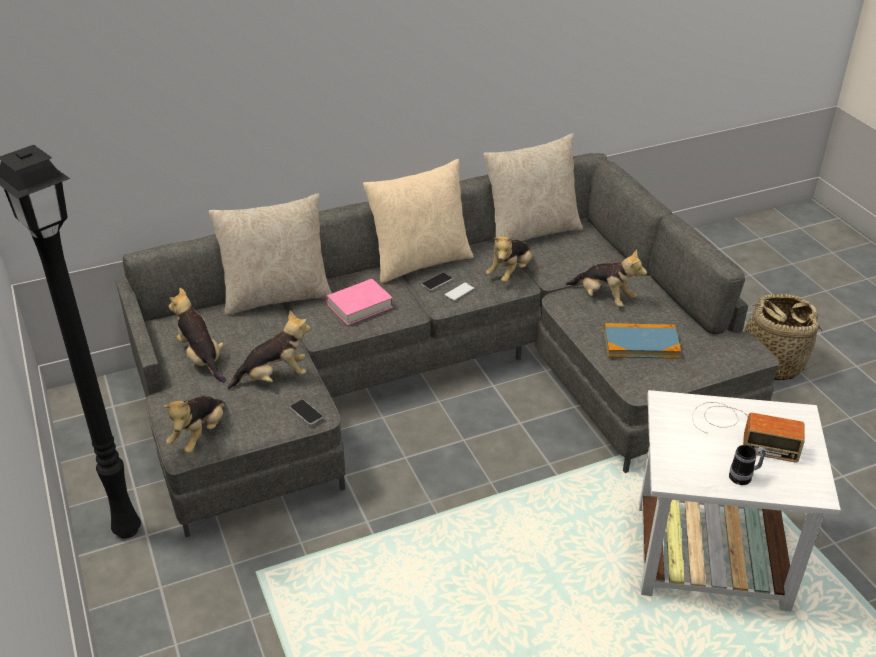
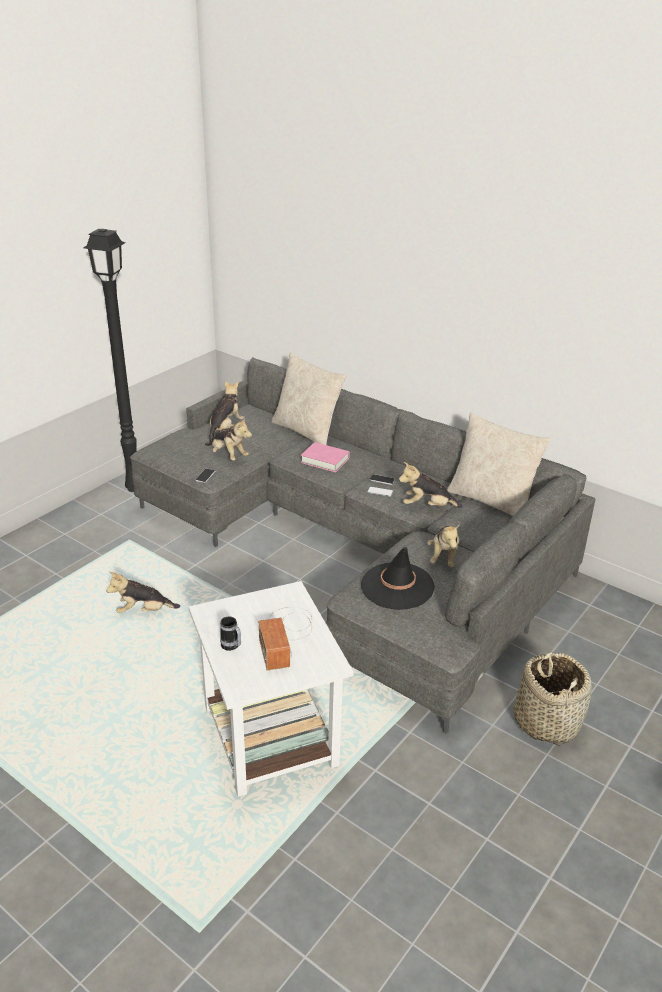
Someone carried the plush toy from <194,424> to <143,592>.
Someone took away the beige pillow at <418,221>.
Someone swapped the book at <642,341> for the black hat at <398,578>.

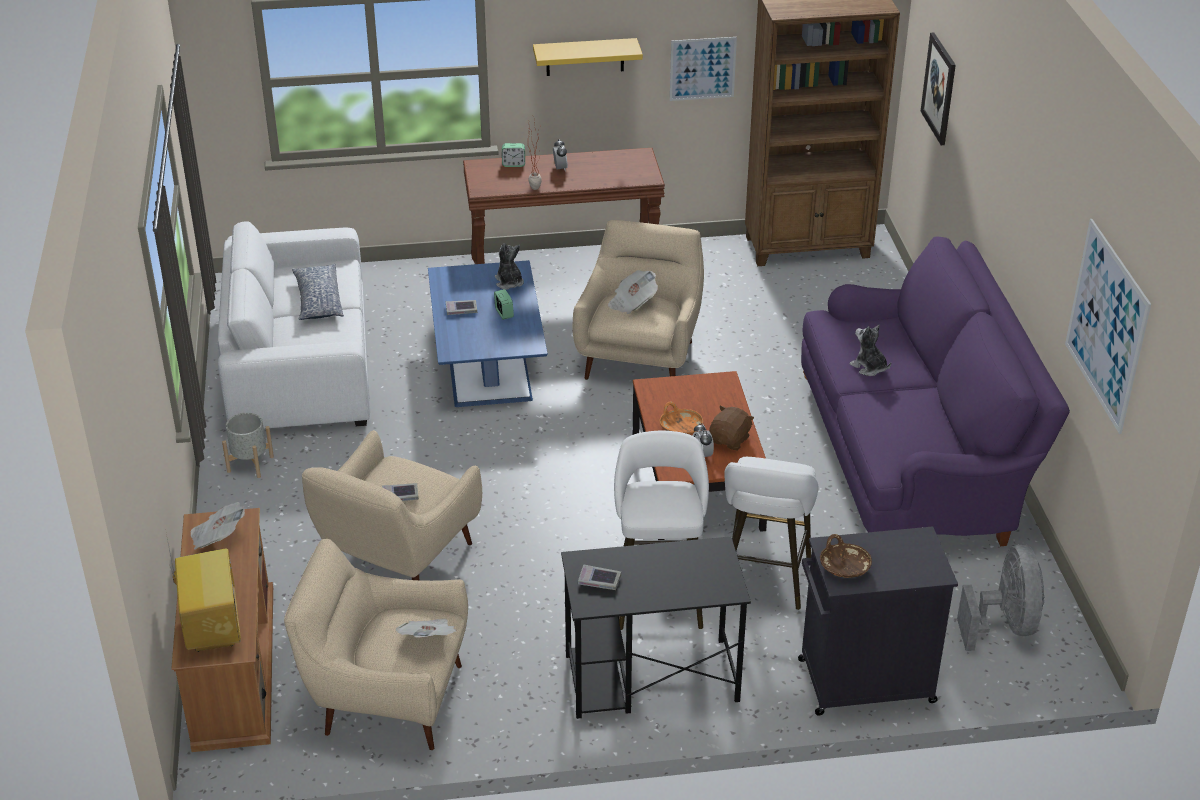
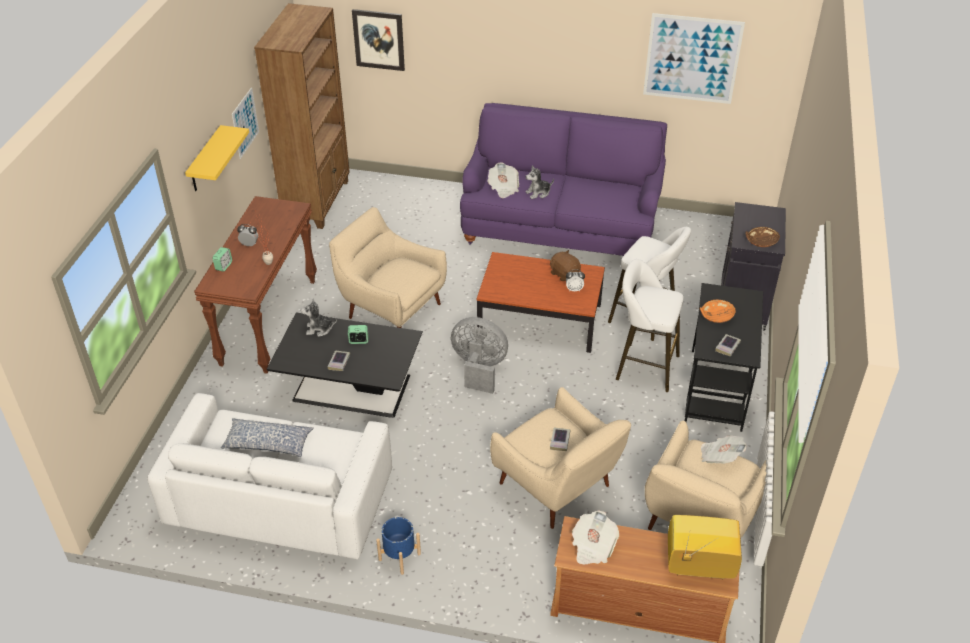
Someone repainted the grey planter at <248,445>, which became the blue planter at <398,546>.
Someone repainted the blue coffee table at <488,333>, which became the black coffee table at <345,365>.
Someone carried the newspaper from <633,292> to <503,180>.
Someone carried the orange bowl from <681,418> to <717,311>.
Someone carried the grey fan from <1000,598> to <479,355>.

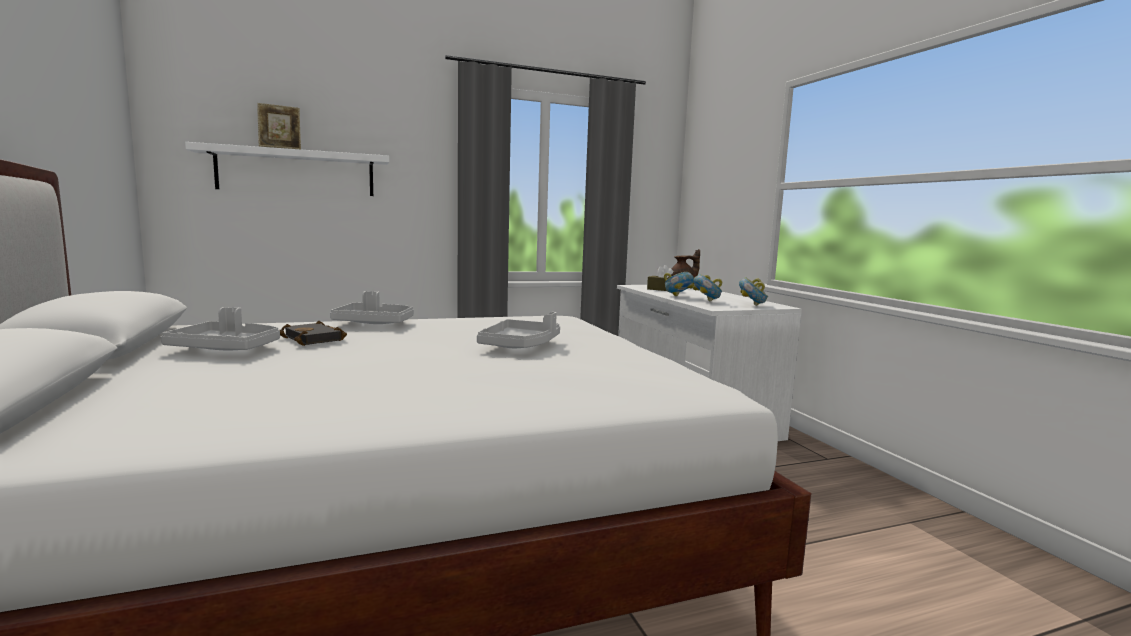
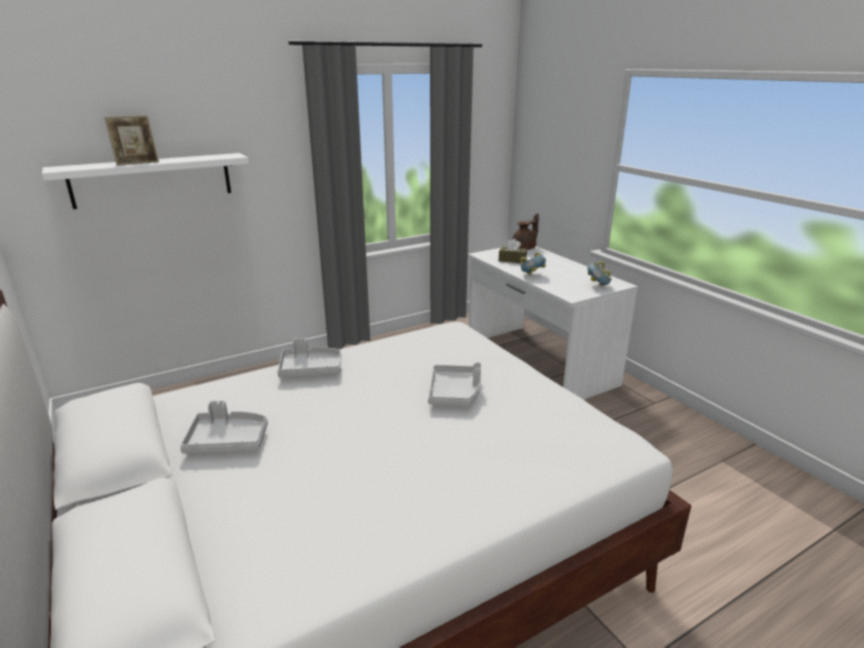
Someone took away the black book at <313,333>.
Someone took away the bowl at <707,287>.

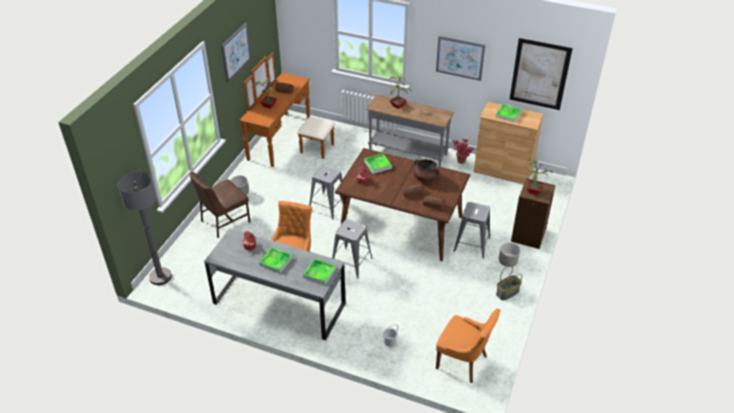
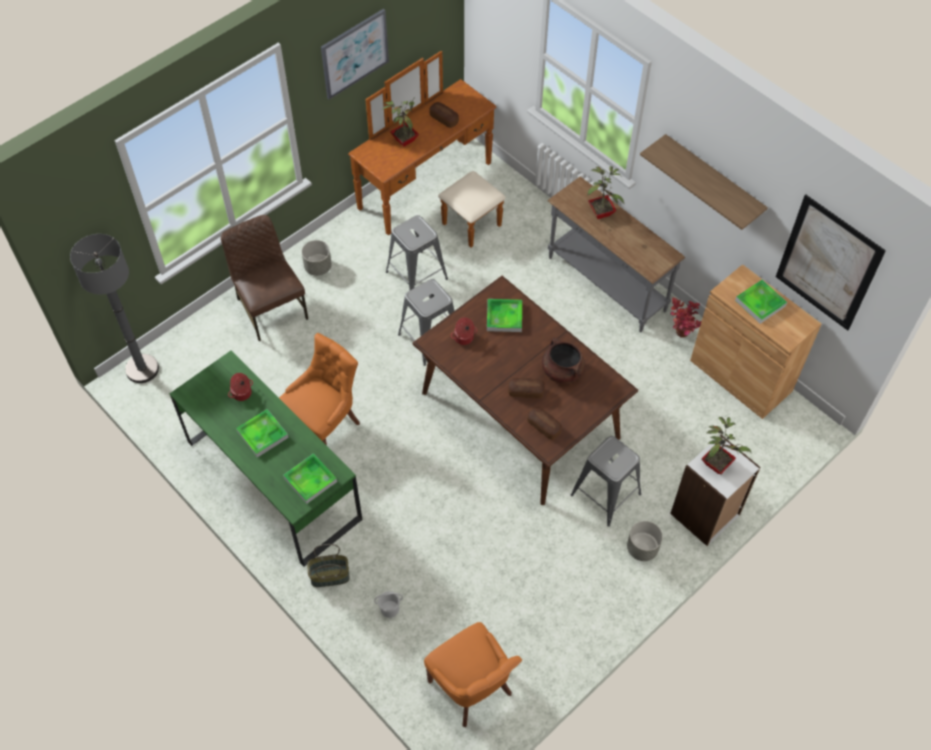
Someone rotated the brown chair at <220,205> by 75 degrees clockwise.
Someone repainted the grey desk at <275,284>, which became the green desk at <266,458>.
Someone carried the grey stool from <352,248> to <417,252>.
Someone swapped the picture at <460,58> for the shelf at <704,182>.
Someone carried the basket from <509,283> to <328,565>.
Someone repainted the brown bookcase at <533,213>, which became the white bookcase at <715,490>.

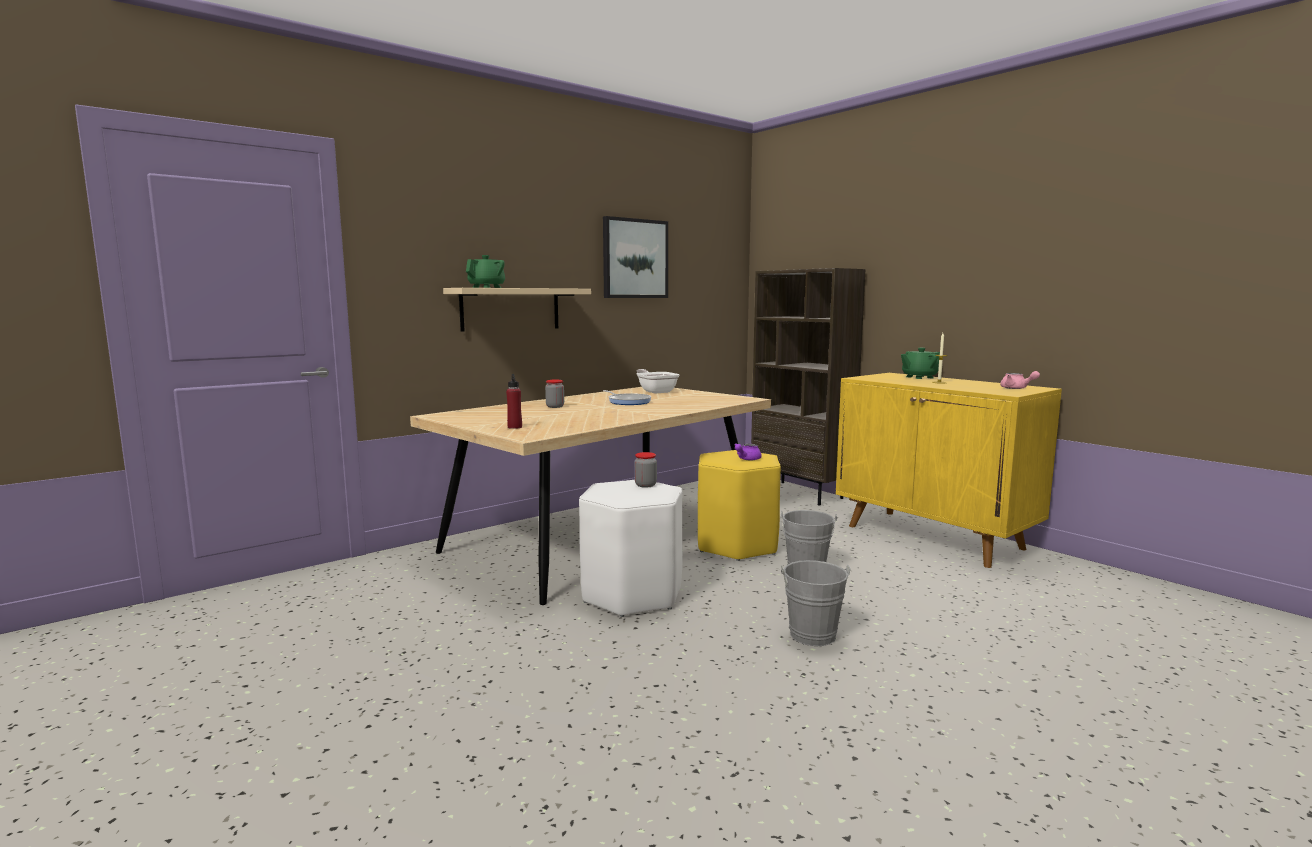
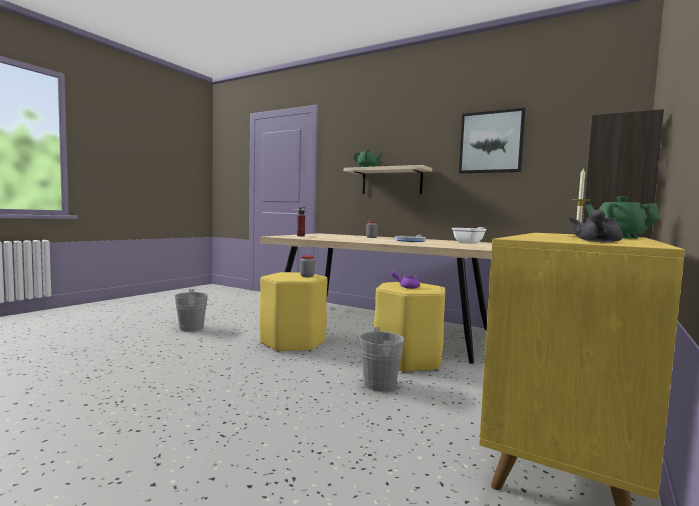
Someone repainted the white stool at <631,548>, which became the yellow stool at <293,312>.
Someone carried the grey bucket from <816,603> to <194,310>.
Someone repainted the pink teapot at <1020,380>, which became the grey teapot at <596,226>.

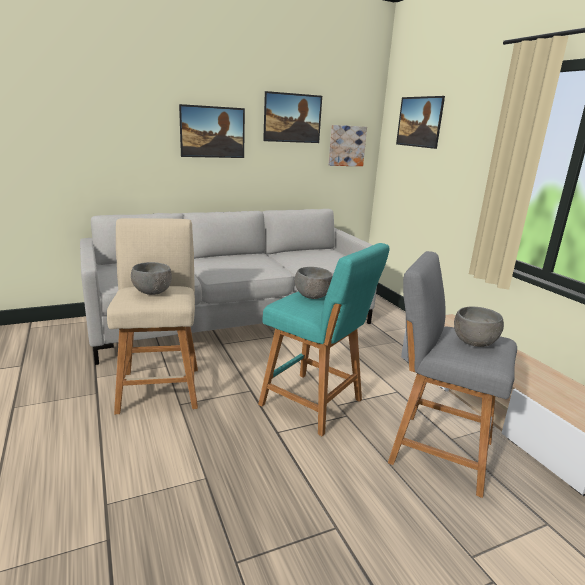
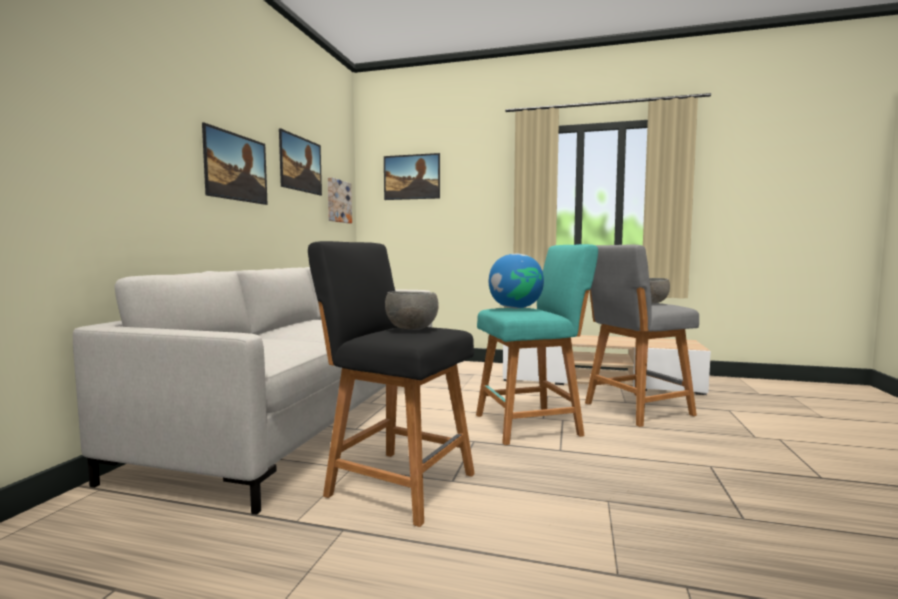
Someone repainted the beige stool at <152,316>, which became the black stool at <391,384>.
Someone swapped the grey bowl at <314,283> for the globe at <516,281>.

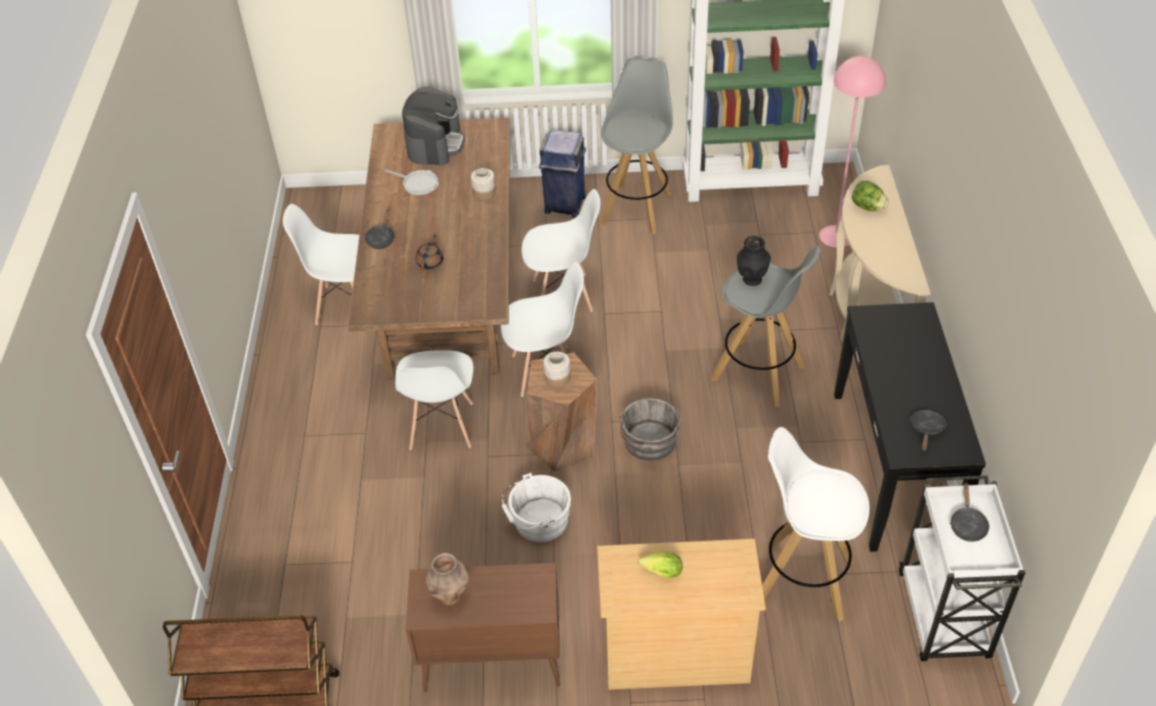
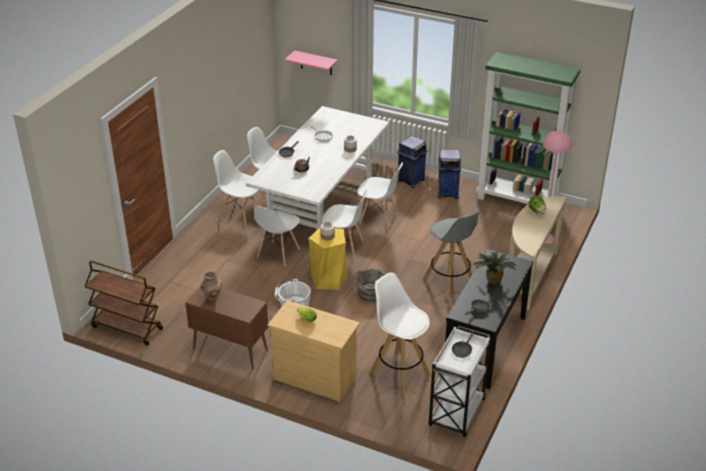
Someone repainted the brown dining table at <429,249>, which became the white dining table at <317,168>.
Someone took away the coffee machine at <433,126>.
Someone repainted the brown stool at <562,412>, which became the yellow stool at <328,258>.
Someone swapped the grey stool at <636,146> for the blue trash can at <449,174>.
Someone took away the black vase at <754,261>.
Someone put down the white chair at <236,188>.
Someone put up the pink shelf at <311,63>.
Someone put down the potted plant at <495,268>.

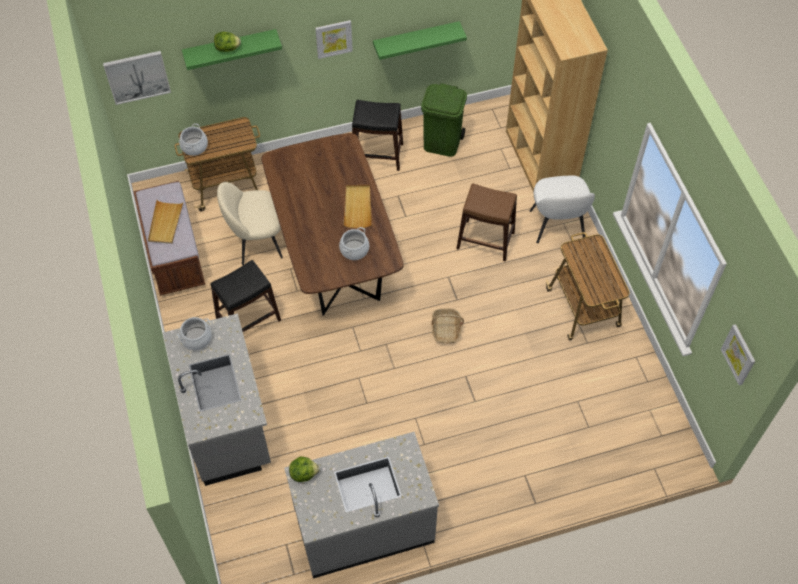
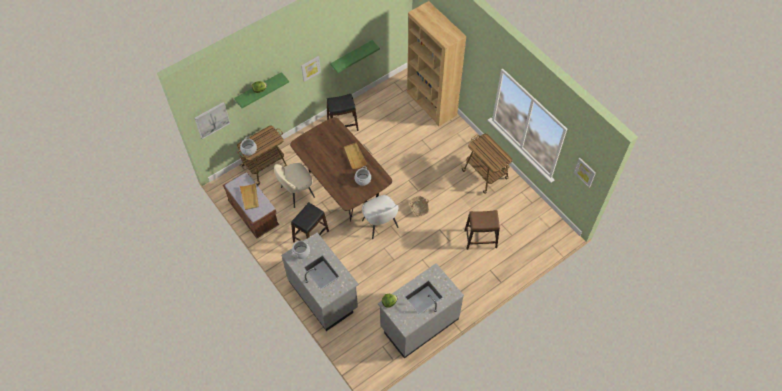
Someone took away the green trash can at <444,120>.
Someone carried the brown stool from <486,222> to <482,230>.
Someone carried the white chair from <562,209> to <380,217>.

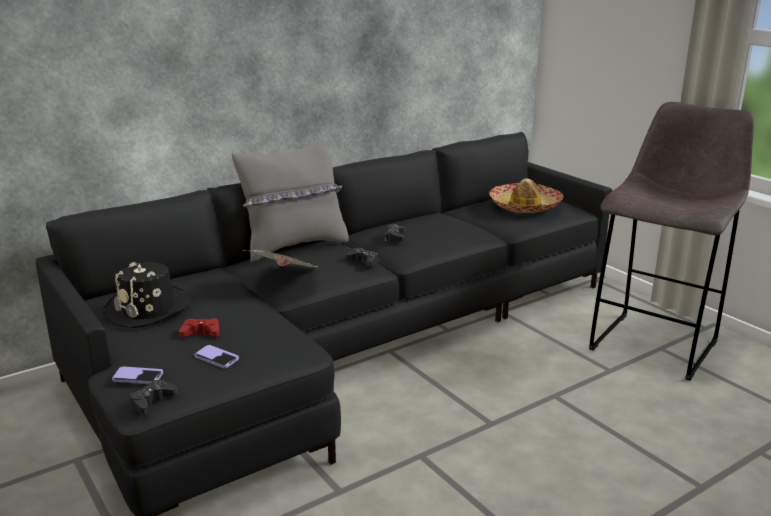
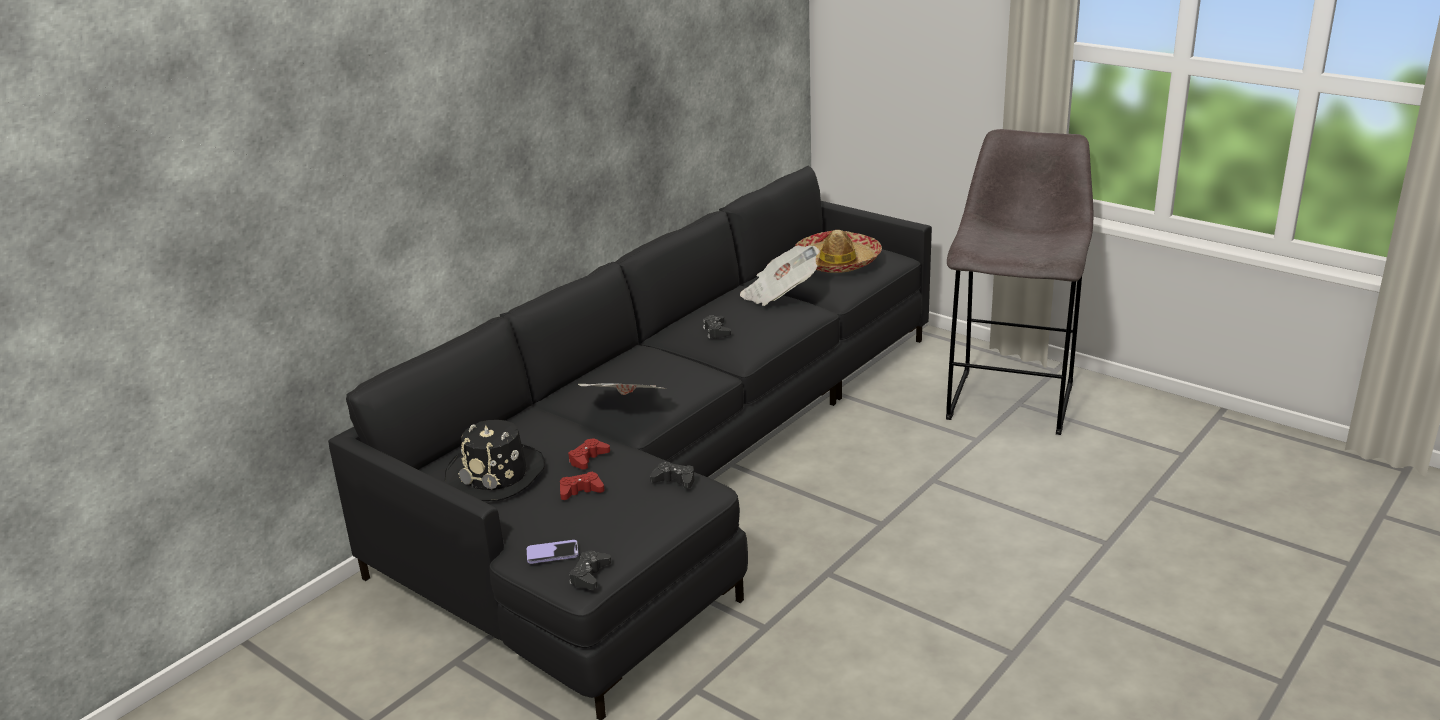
Someone took away the phone at <217,357>.
Someone took away the grey pillow at <290,201>.
Someone carried the black game controller from <362,257> to <672,475>.
Someone put down the red game controller at <589,454>.
Someone put down the newspaper at <780,276>.

